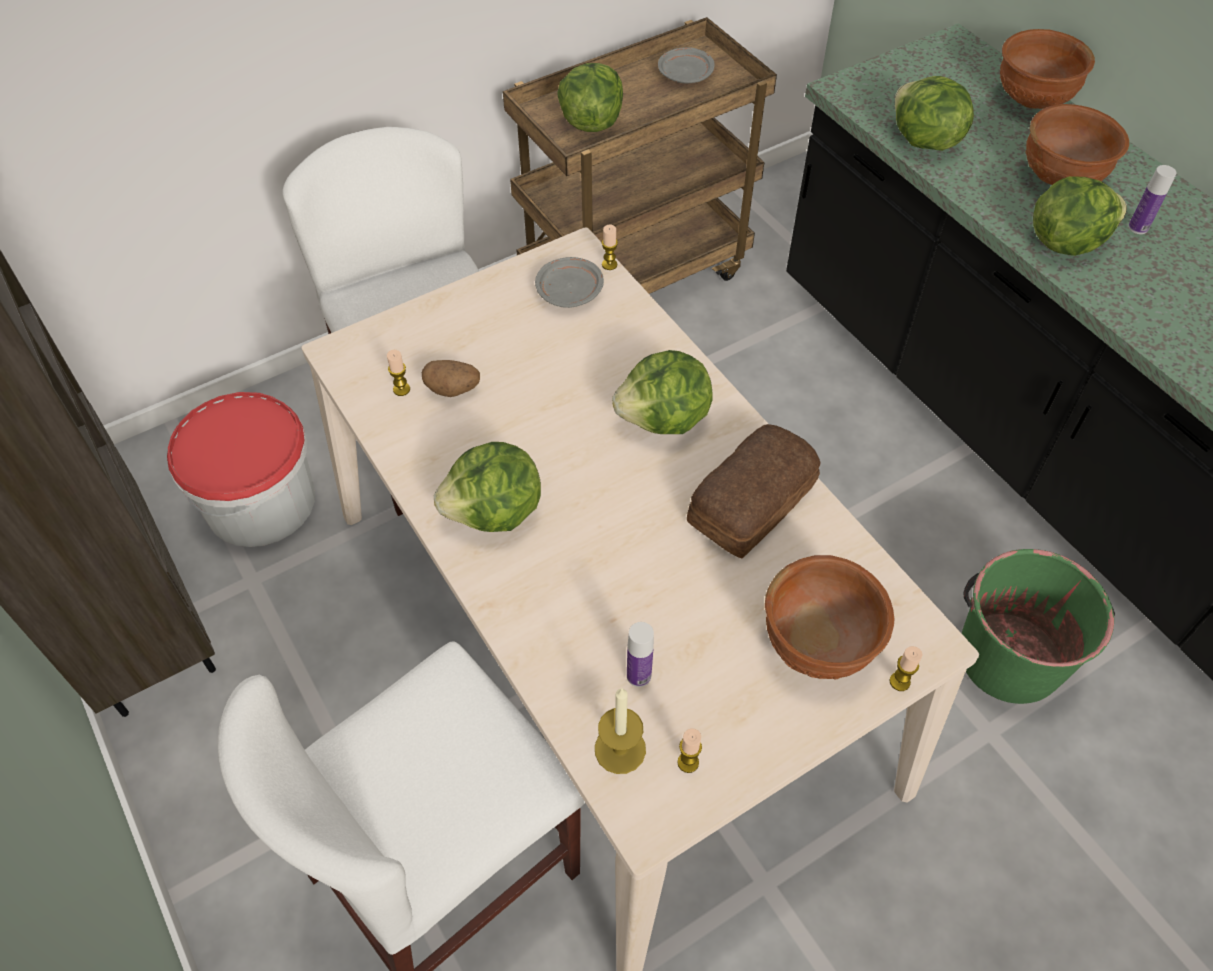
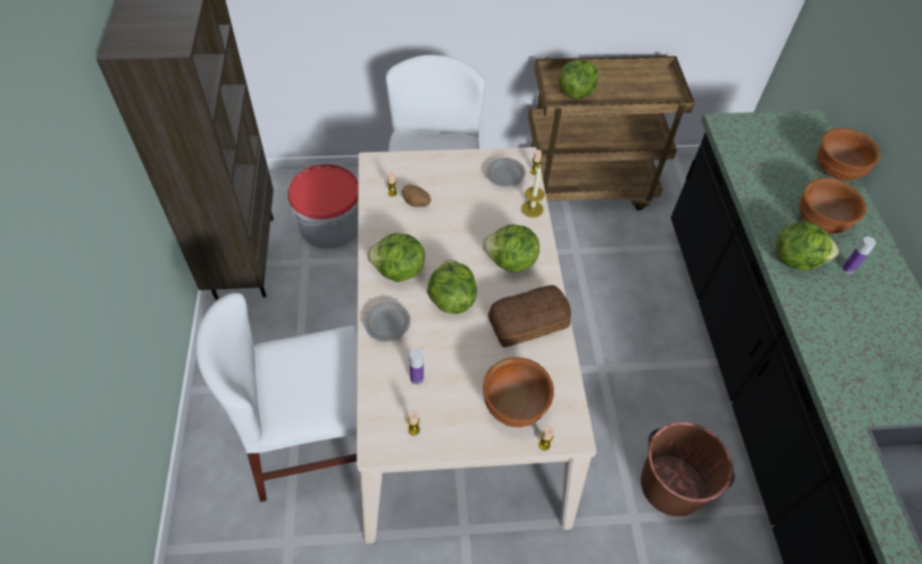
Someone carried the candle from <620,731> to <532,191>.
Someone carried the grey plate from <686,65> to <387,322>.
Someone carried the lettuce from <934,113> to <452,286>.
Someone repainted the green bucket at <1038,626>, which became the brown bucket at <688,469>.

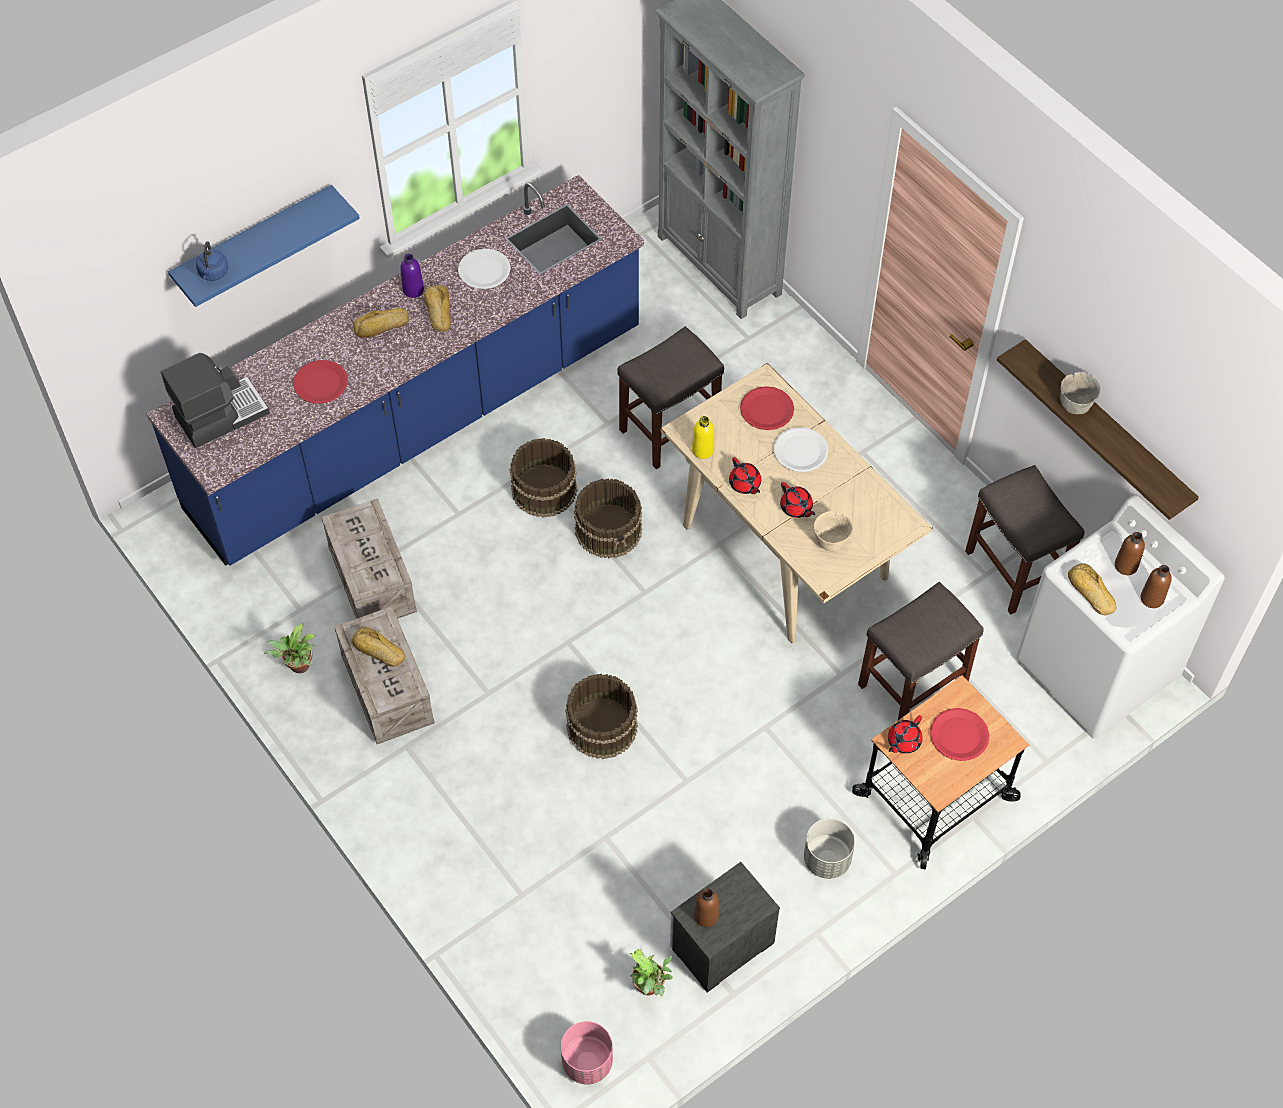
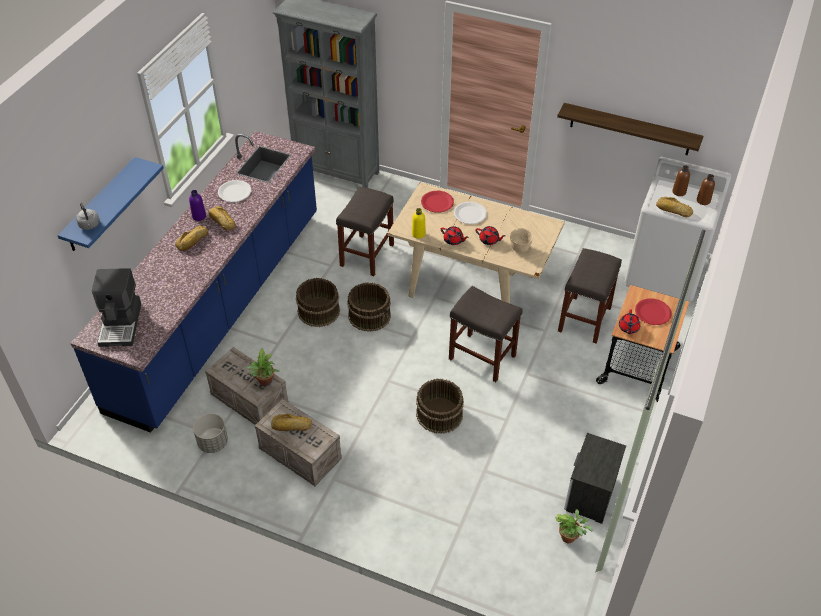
Someone rotated the coffee machine at <215,400> by 150 degrees clockwise.
Someone repainted the blue kettle at <212,261>, which became the grey kettle at <88,216>.
Someone carried the potted plant from <289,648> to <262,367>.
Someone took away the red plate at <320,381>.
Someone took away the pink planter at <587,1053>.
Someone took away the brown bottle at <706,907>.
Someone carried the grey planter from <829,848> to <210,433>.
Someone carried the grey stool from <1025,540> to <486,334>.
Someone took away the grey bowl at <1080,393>.

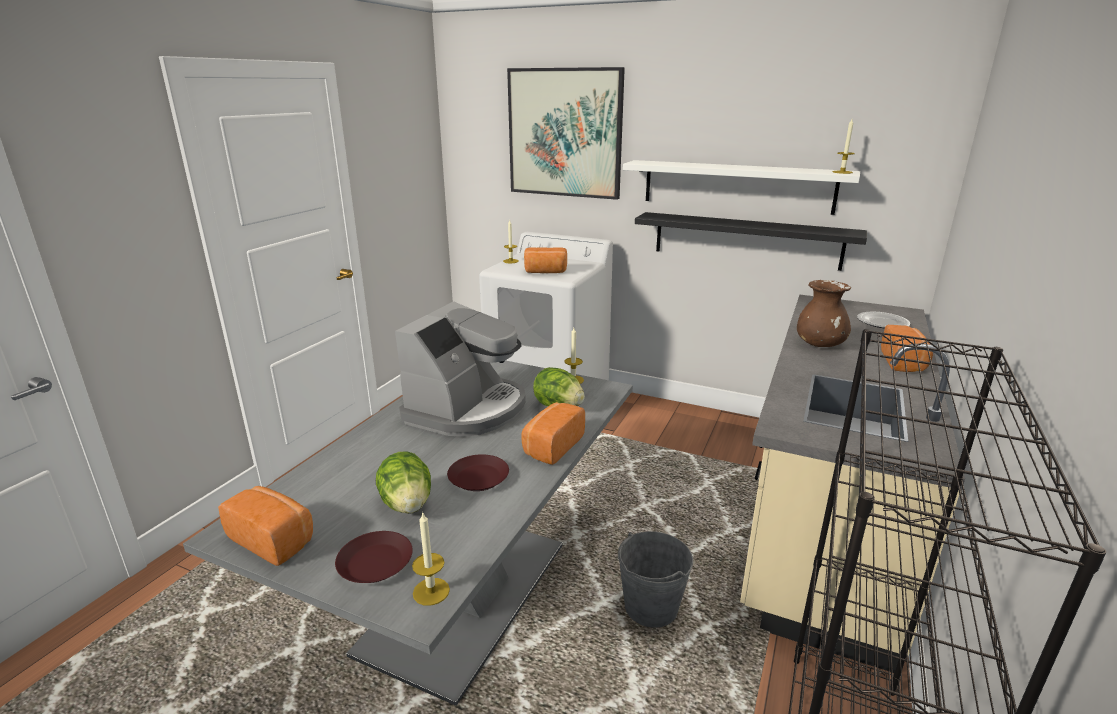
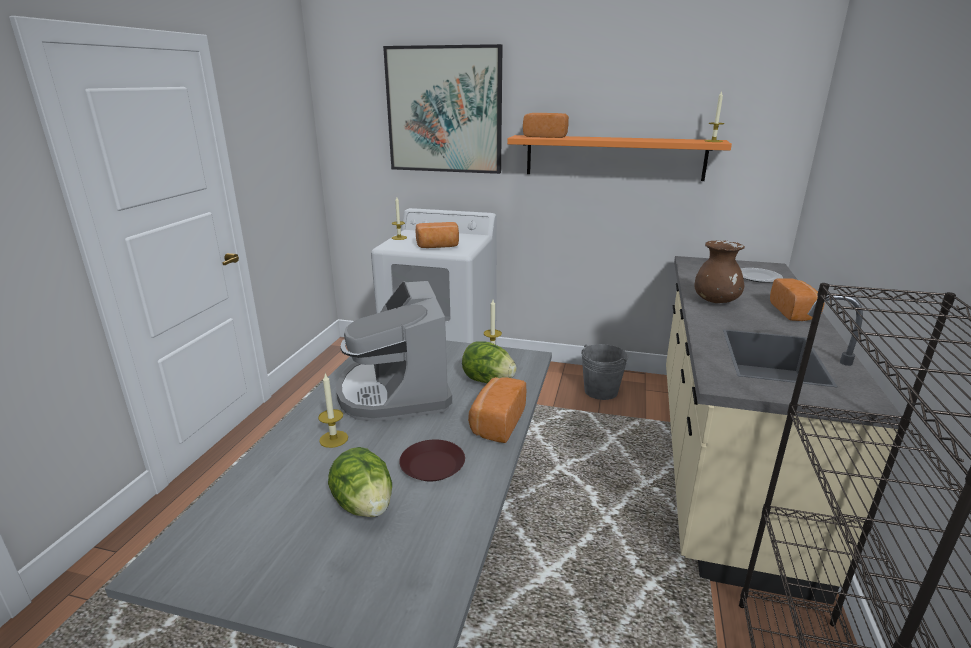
Someone carried the bread from <265,526> to <546,125>.
Someone took away the brown plate at <374,557>.
Someone rotated the coffee machine at <460,368> by 150 degrees clockwise.
Someone carried the candle from <431,559> to <333,411>.
Someone carried the grey bucket from <655,579> to <604,372>.
Someone repainted the white shelf at <741,187>, which became the orange shelf at <619,158>.
Someone took away the black shelf at <751,241>.

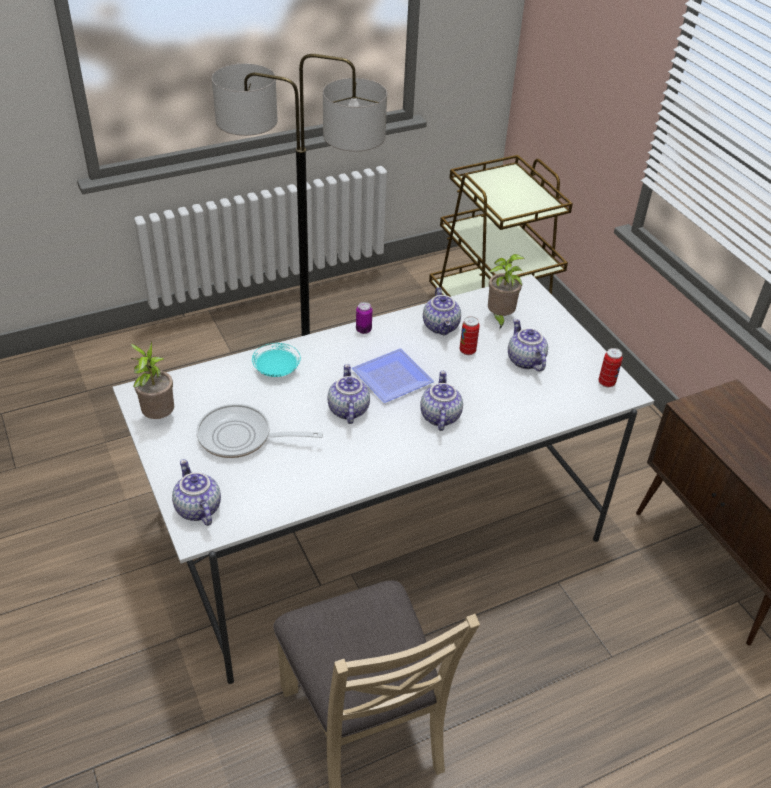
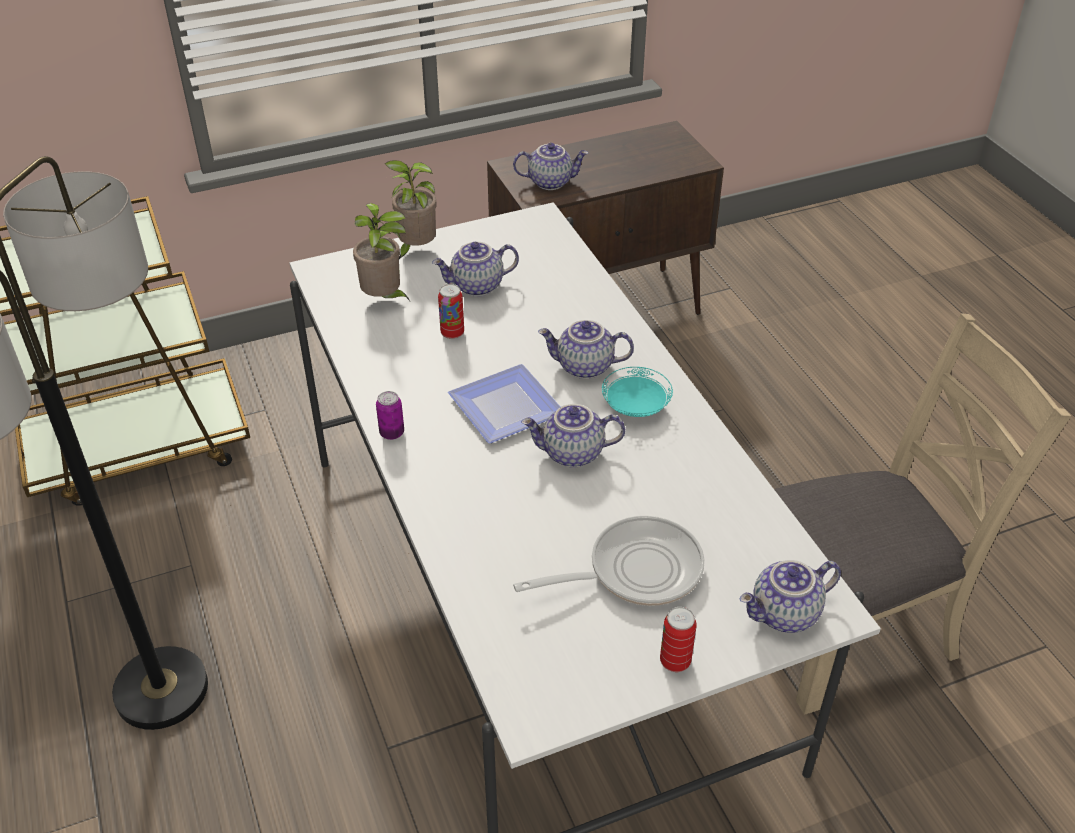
Someone carried the potted plant from <152,380> to <411,209>.
Someone rotated the frying pan at <259,431> by 120 degrees counterclockwise.
Someone carried the turquoise plate from <276,360> to <637,392>.
Someone carried the teapot from <442,311> to <550,166>.
Someone carried the can from <611,367> to <678,639>.

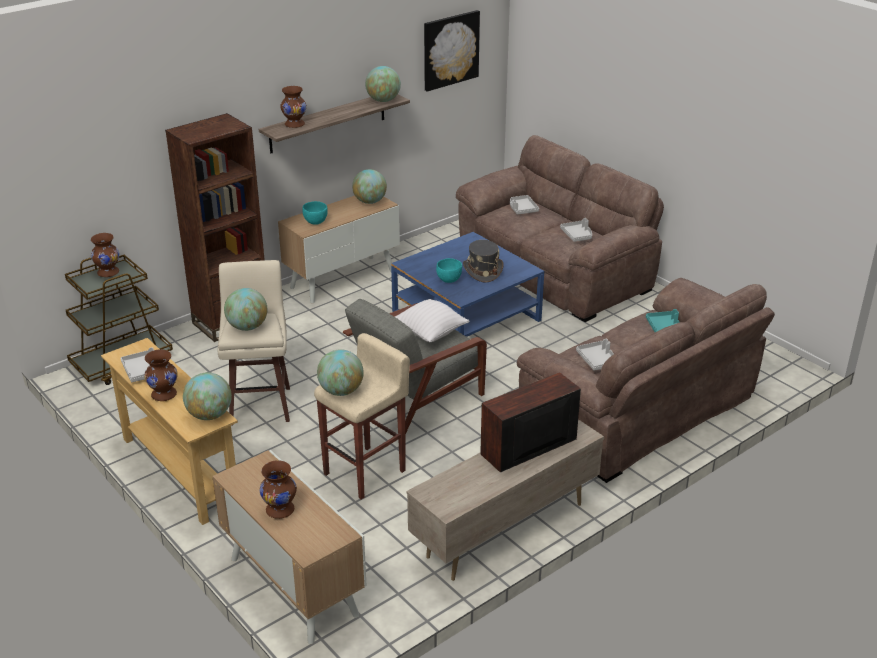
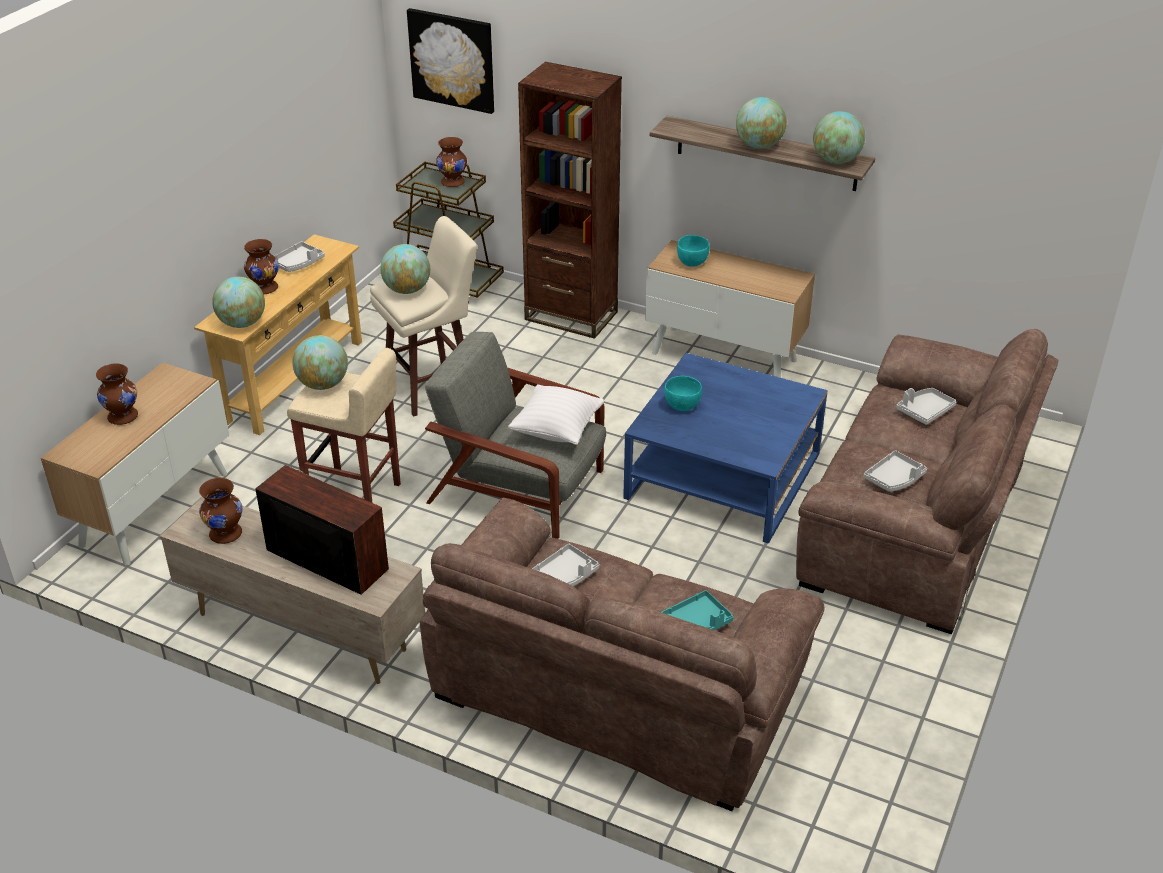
Someone carried the brown vase from <293,107> to <220,511>.
Someone carried the globe from <369,186> to <761,123>.
Someone carried the picture from <452,51> to <450,61>.
Someone took away the grey hat at <483,261>.

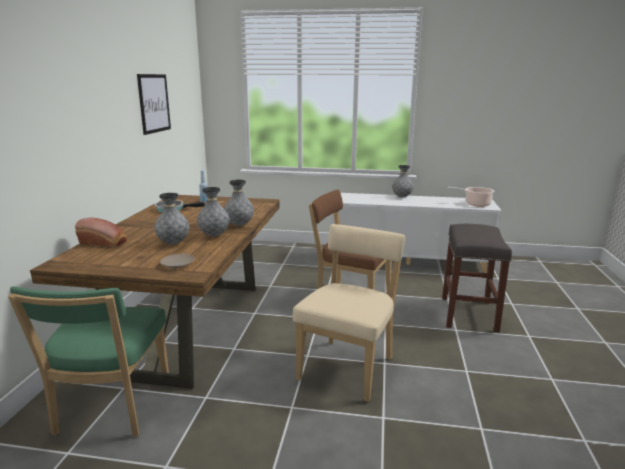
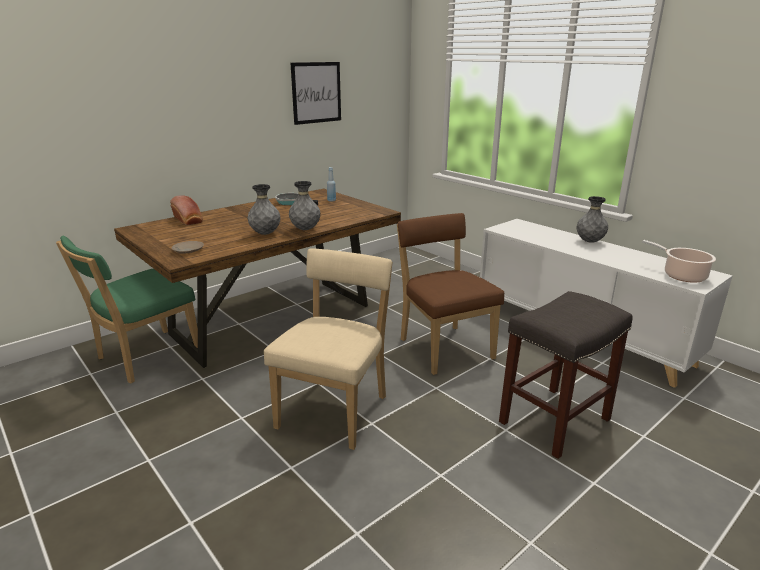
Someone took away the grey vase at <171,219>.
Someone rotated the beige chair at <349,313> by 45 degrees counterclockwise.

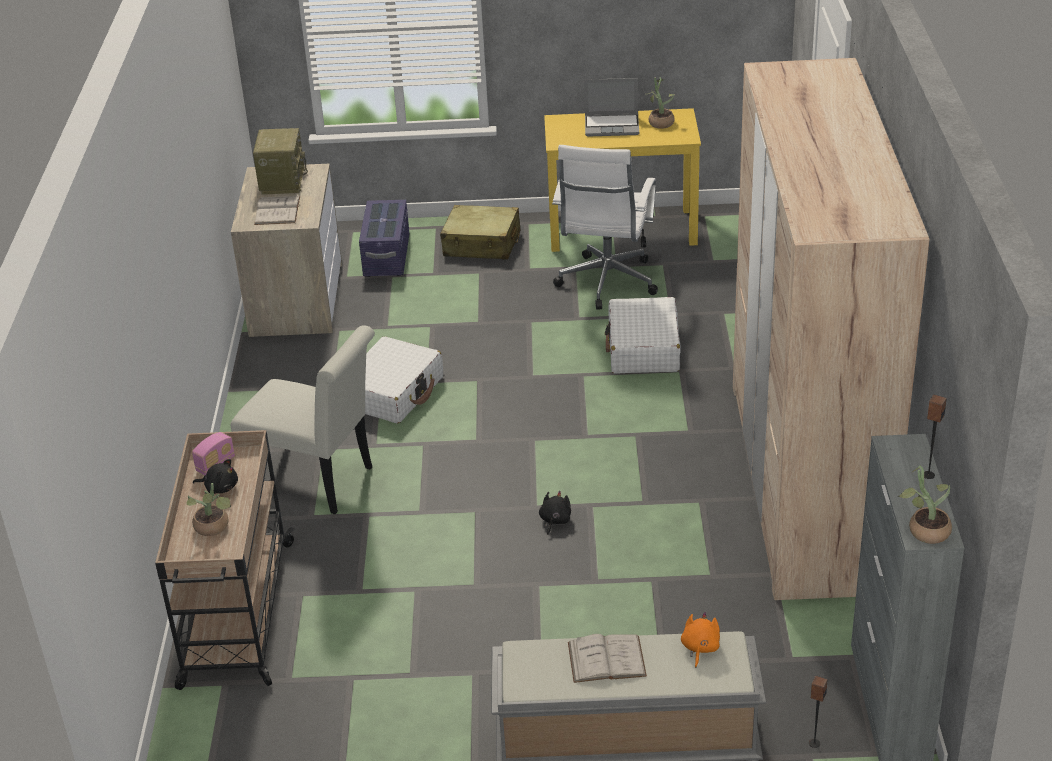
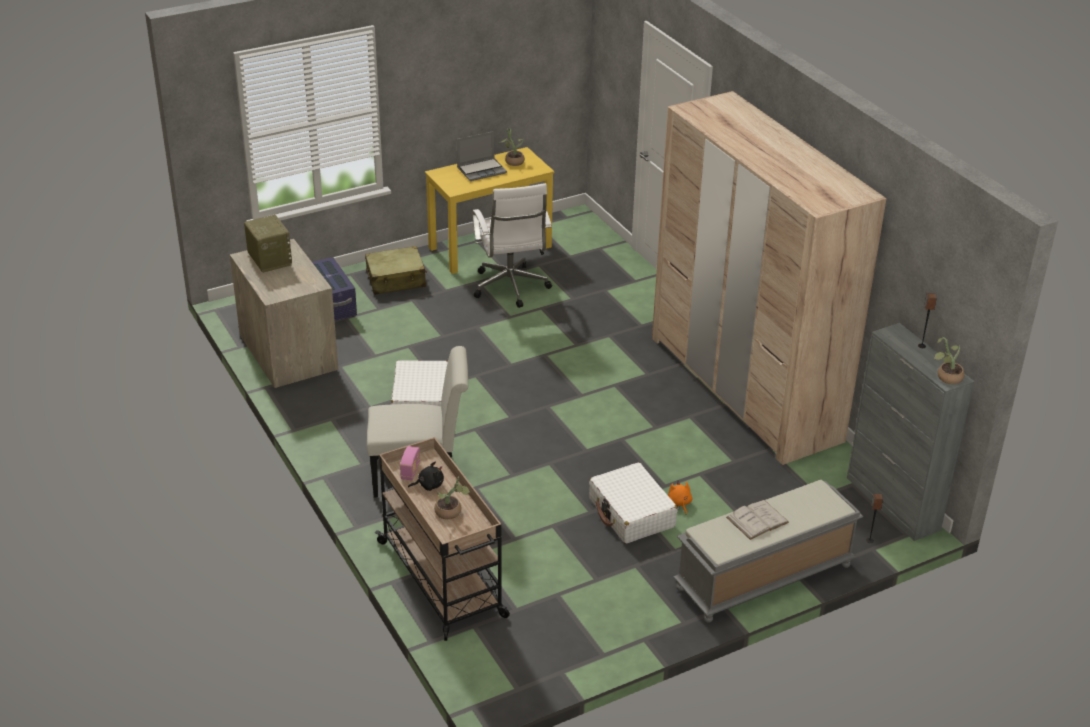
Someone took away the white book at <277,209>.
Someone took away the black plush toy at <555,513>.
Someone carried the white suitcase from <643,335> to <633,503>.
Someone carried the orange plush toy from <700,640> to <680,497>.

